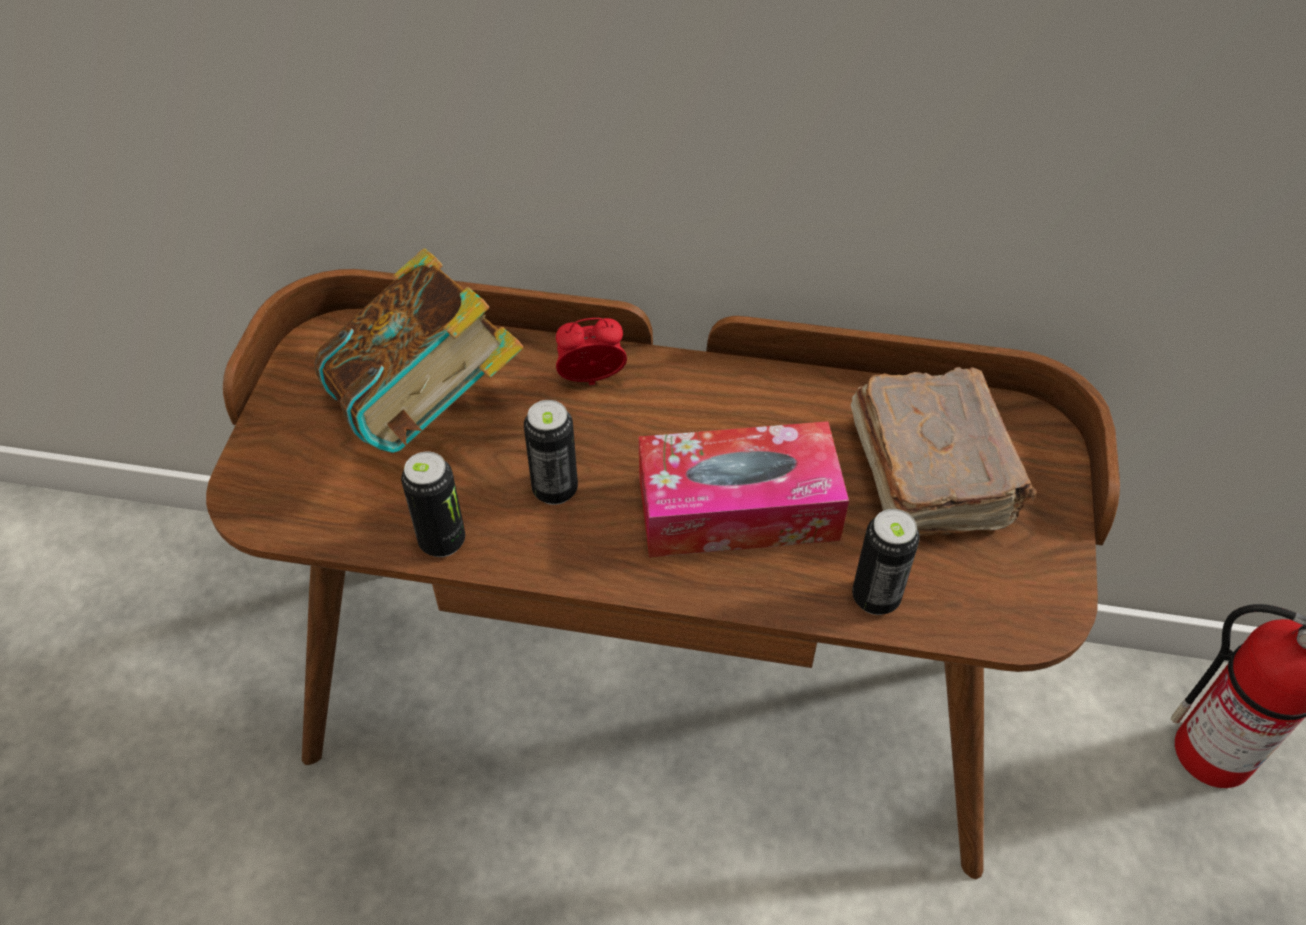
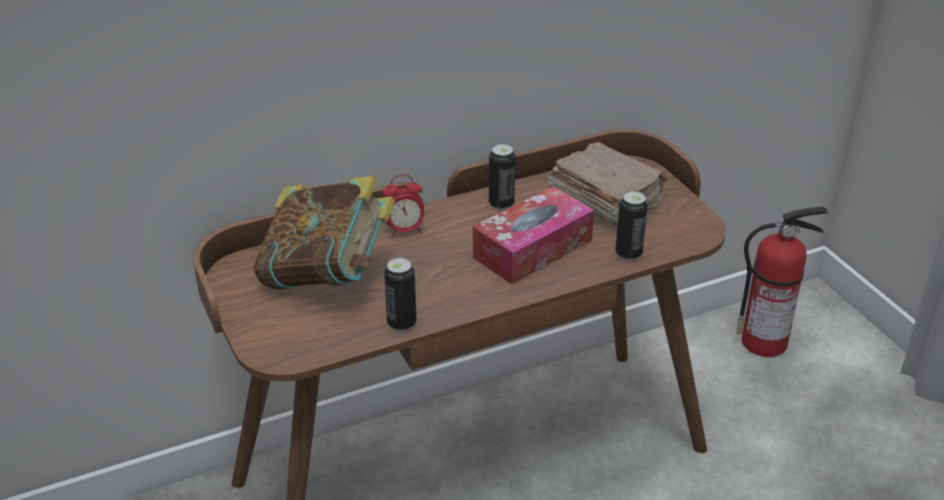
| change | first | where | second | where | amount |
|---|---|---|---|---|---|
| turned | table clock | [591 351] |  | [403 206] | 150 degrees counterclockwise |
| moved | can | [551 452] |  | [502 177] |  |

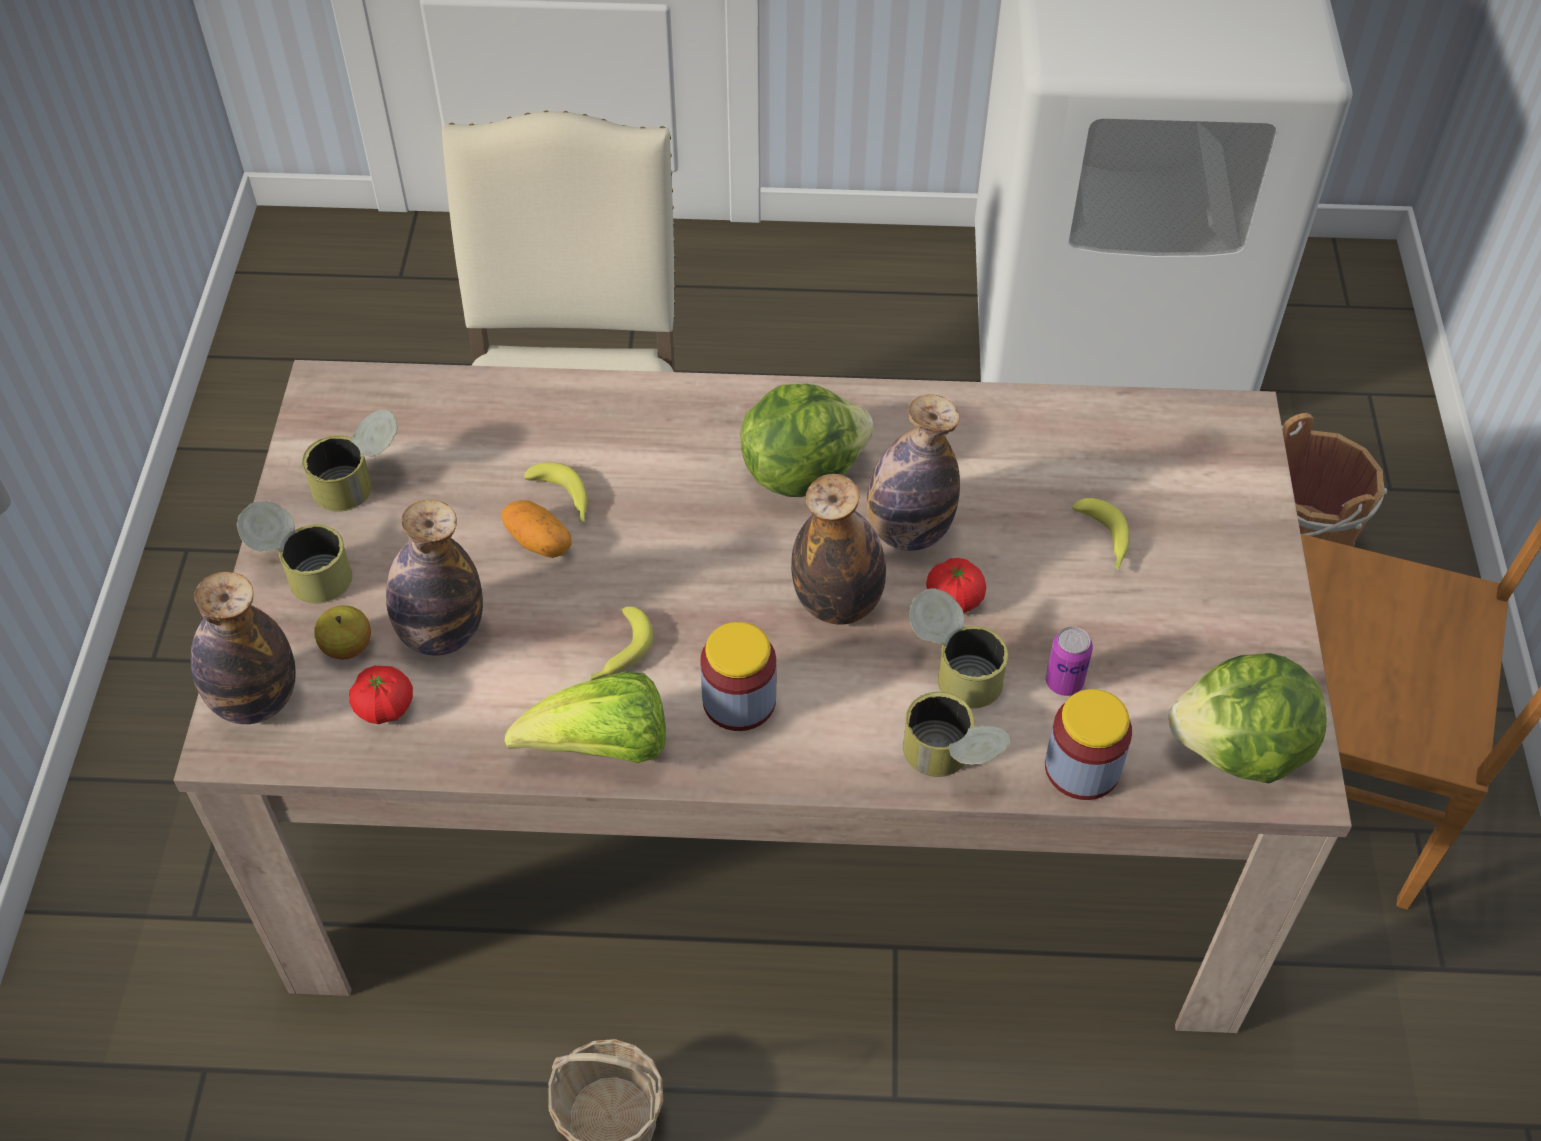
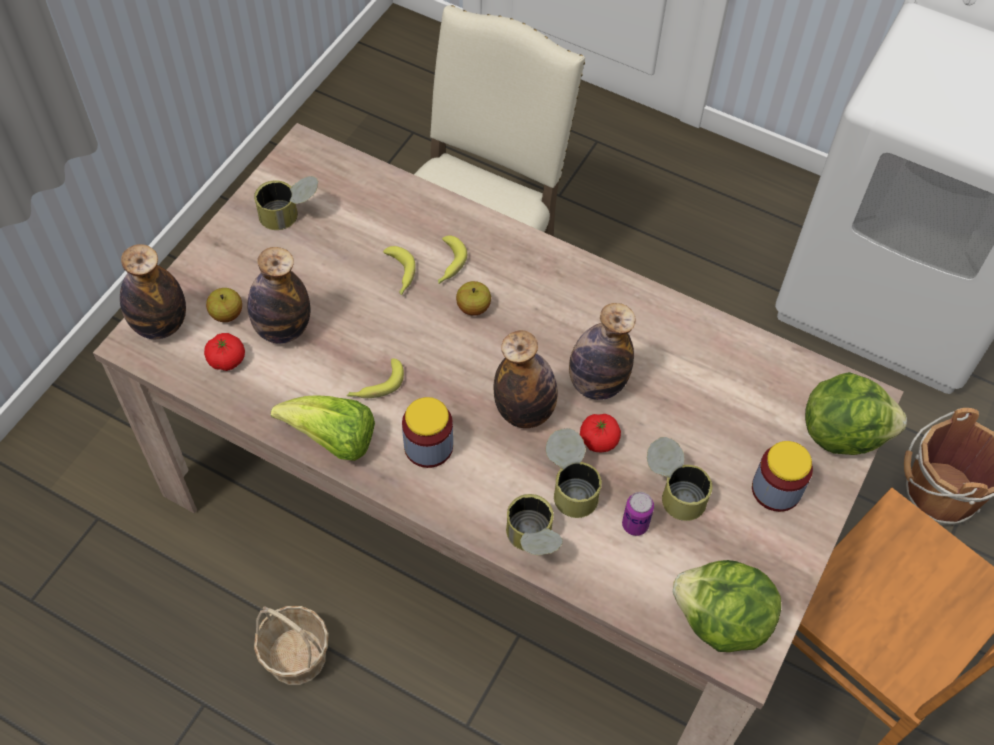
| change | first | where | second | where | amount |
|---|---|---|---|---|---|
| moved | lettuce head | [807 440] |  | [856 413] |  |
| moved | whole banana | [1101 534] |  | [452 259] |  |
| removed | spud | [536 529] |  |  |  |
| moved | can | [294 552] |  | [679 479] |  |
| moved | preserve jar | [1088 744] |  | [782 476] |  |
| added |  |  | apple | [473 298] |  |

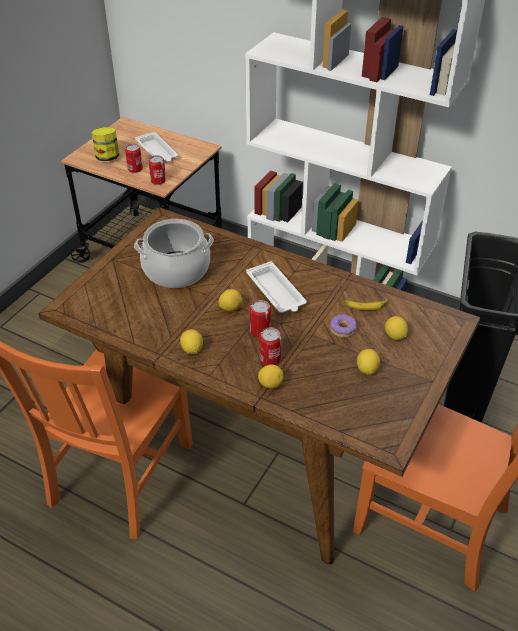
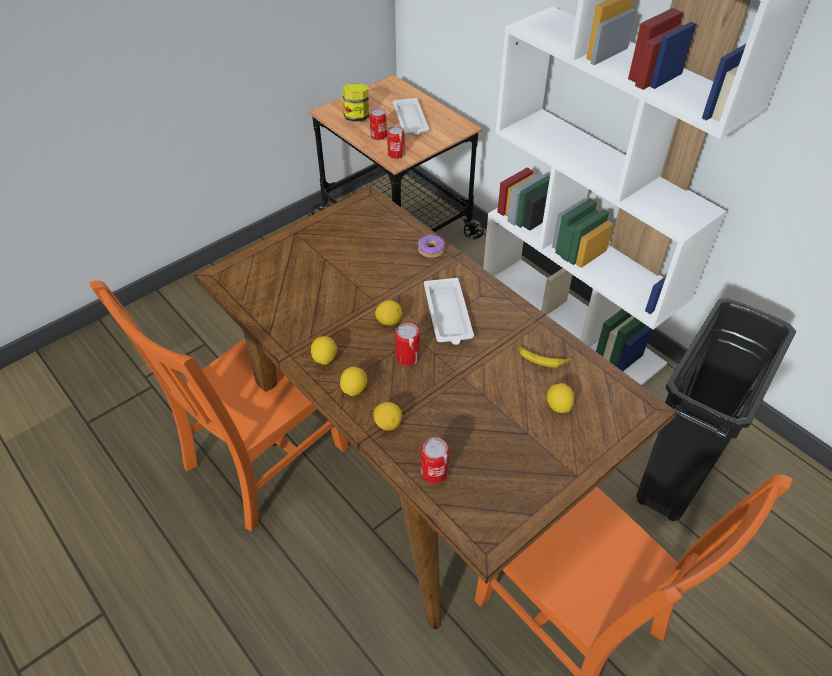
| change | first | where | second | where | amount |
|---|---|---|---|---|---|
| removed | cooking pot | [174 253] |  |  |  |
| moved | ring doughnut | [343 326] |  | [431 246] |  |
| moved | can | [270 346] |  | [435 460] |  |
| moved | lemon | [368 362] |  | [353 381] |  |

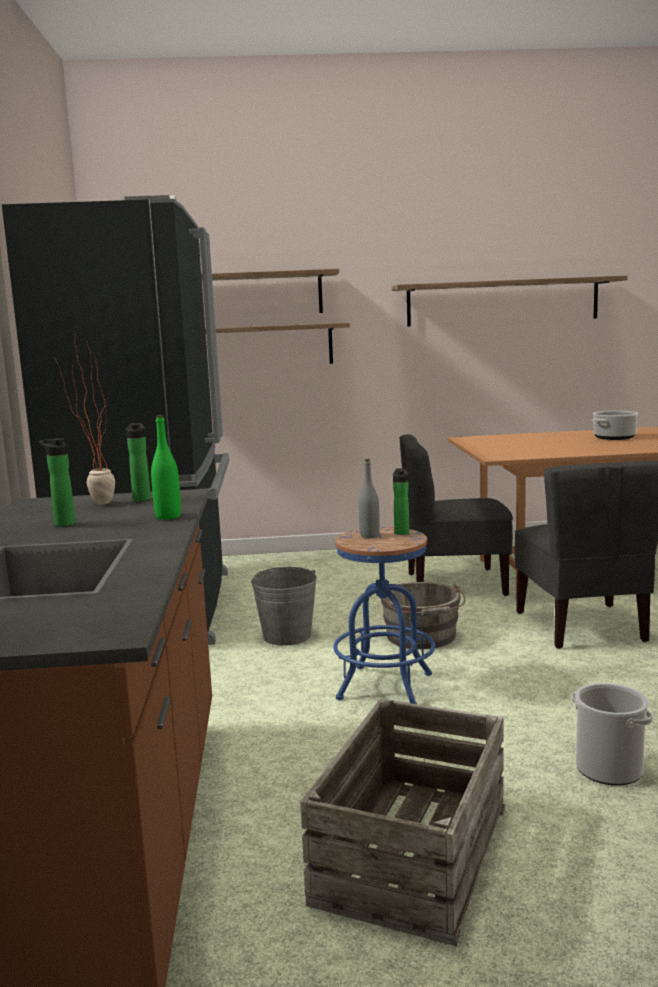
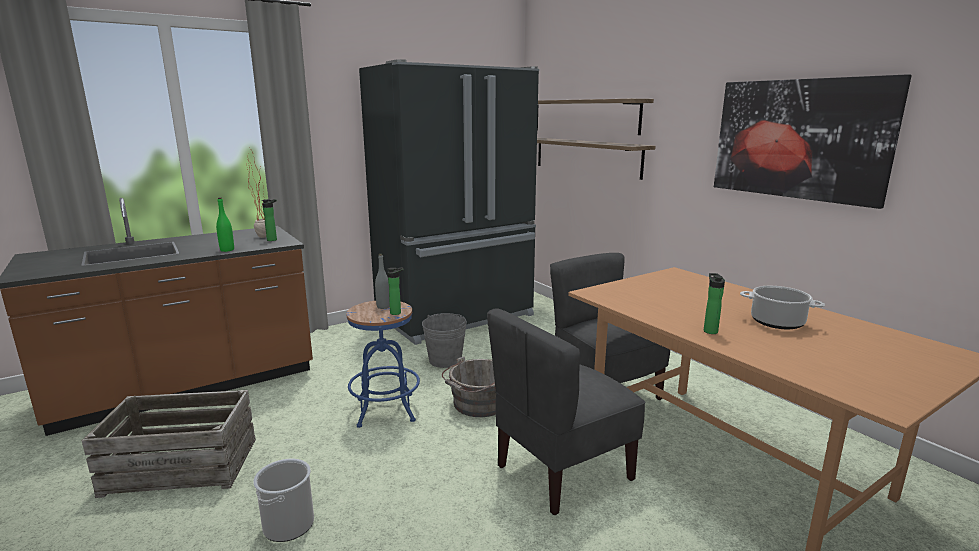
| change | first | where | second | where | amount |
|---|---|---|---|---|---|
| replaced | wall shelf | [510 300] | wall art | [813 141] |  |
| moved | beverage bottle | [57 482] |  | [714 303] |  |

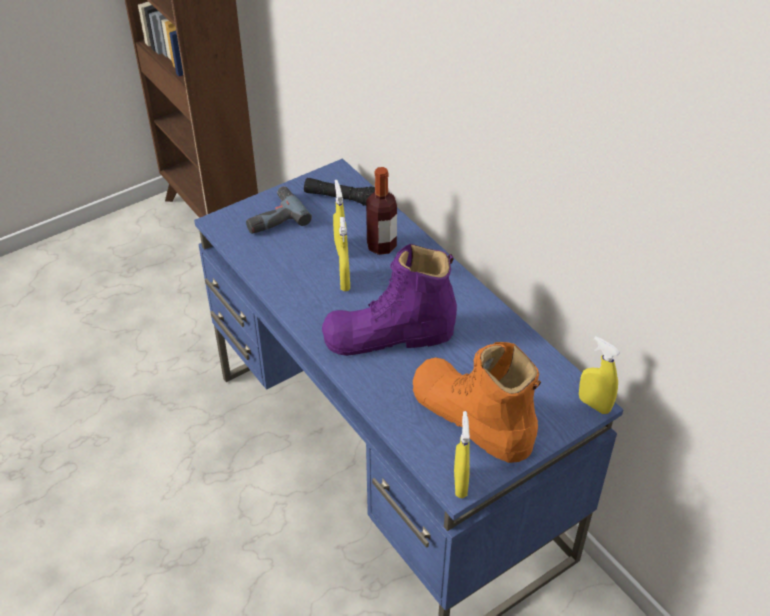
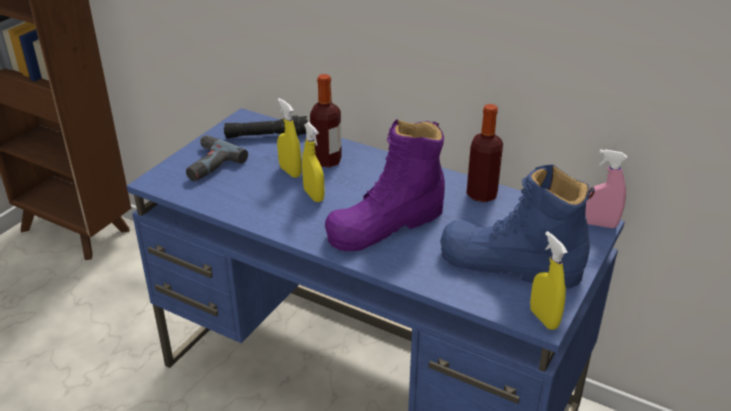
| change | first | where | second | where | amount |
|---|---|---|---|---|---|
| recoloured | spray bottle (yellow-coloured) | [599 375] | spray bottle (pink) | [606 188] |  |
| recoloured | tall boot (orange) | [477 402] | tall boot (blue) | [517 226] |  |
| added |  |  | beverage bottle | [484 153] |  |

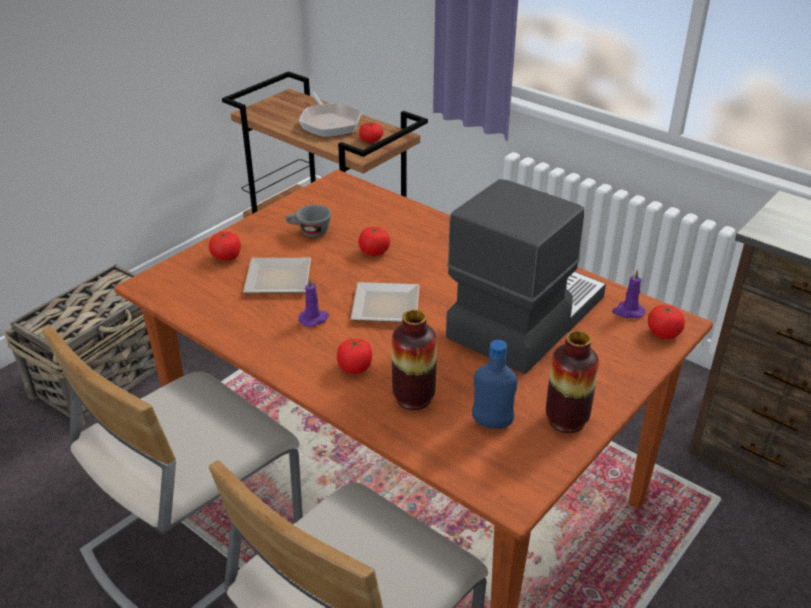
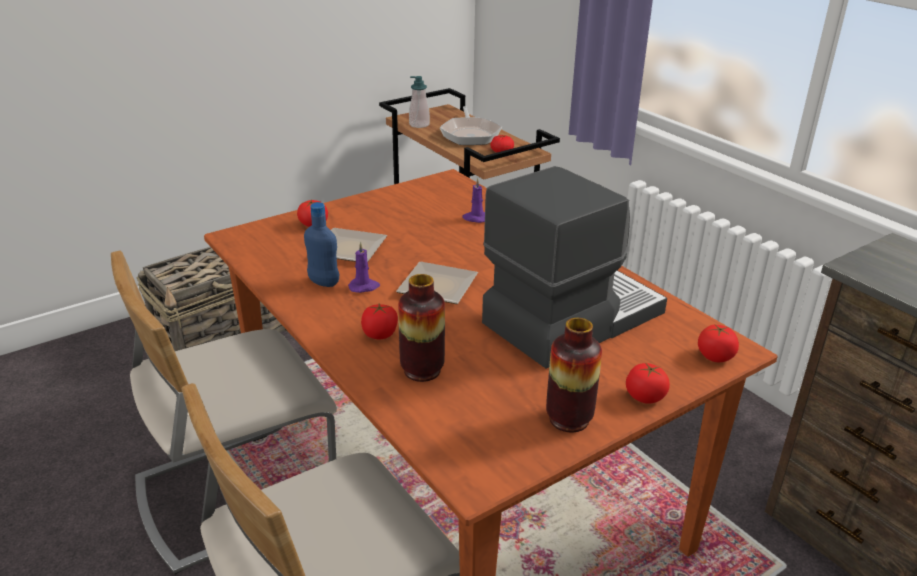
| change | first | where | second | where | amount |
|---|---|---|---|---|---|
| removed | drinking cup (gray) | [308 221] |  |  |  |
| moved | tomato | [374 241] |  | [648 383] |  |
| moved | wax light (purplish) | [628 293] |  | [473 200] |  |
| moved | beverage bottle (blue) | [495 384] |  | [321 244] |  |
| added |  |  | soap dispenser | [419 102] |  |

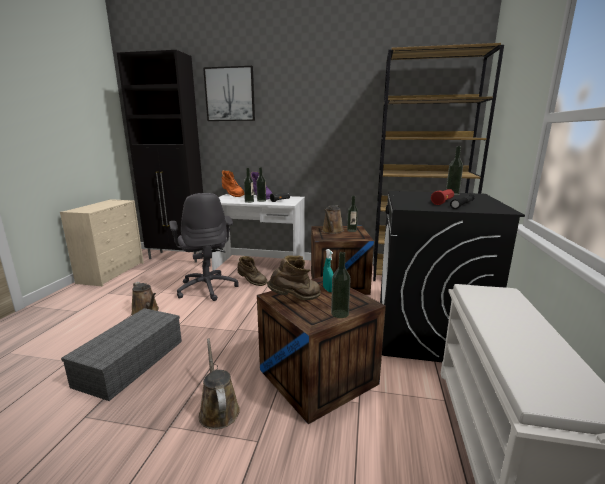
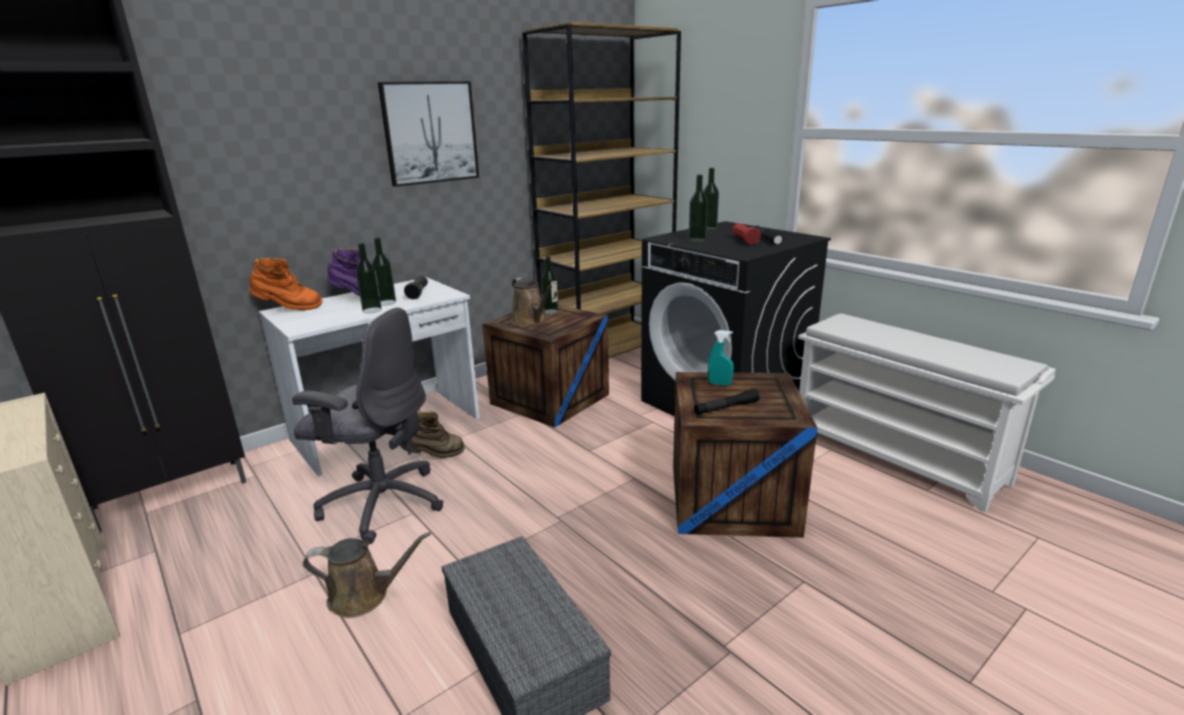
| change | first | where | second | where | amount |
|---|---|---|---|---|---|
| moved | wall art | [229 93] |  | [428 134] |  |
| moved | beverage bottle | [341 285] |  | [698 208] |  |
| replaced | tall boot (brown-coloured) | [294 277] | torch (black) | [727 402] |  |
| removed | watering pot (brown-coloured) | [219 384] |  |  |  |

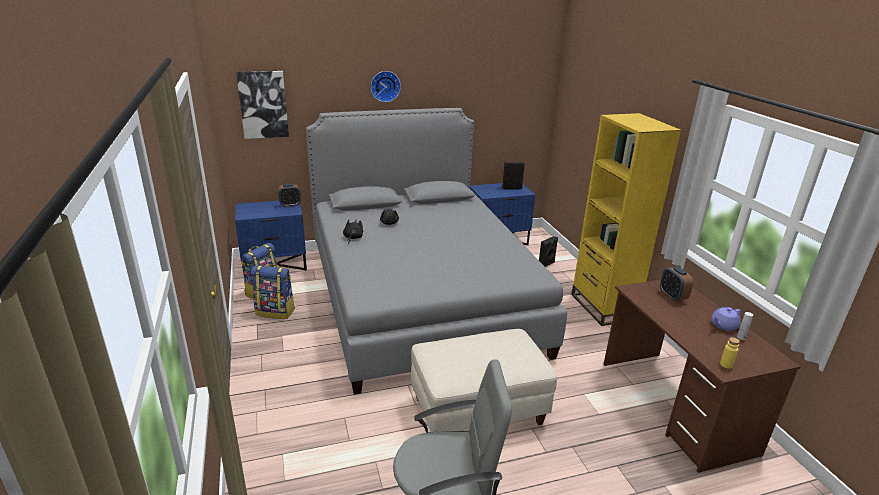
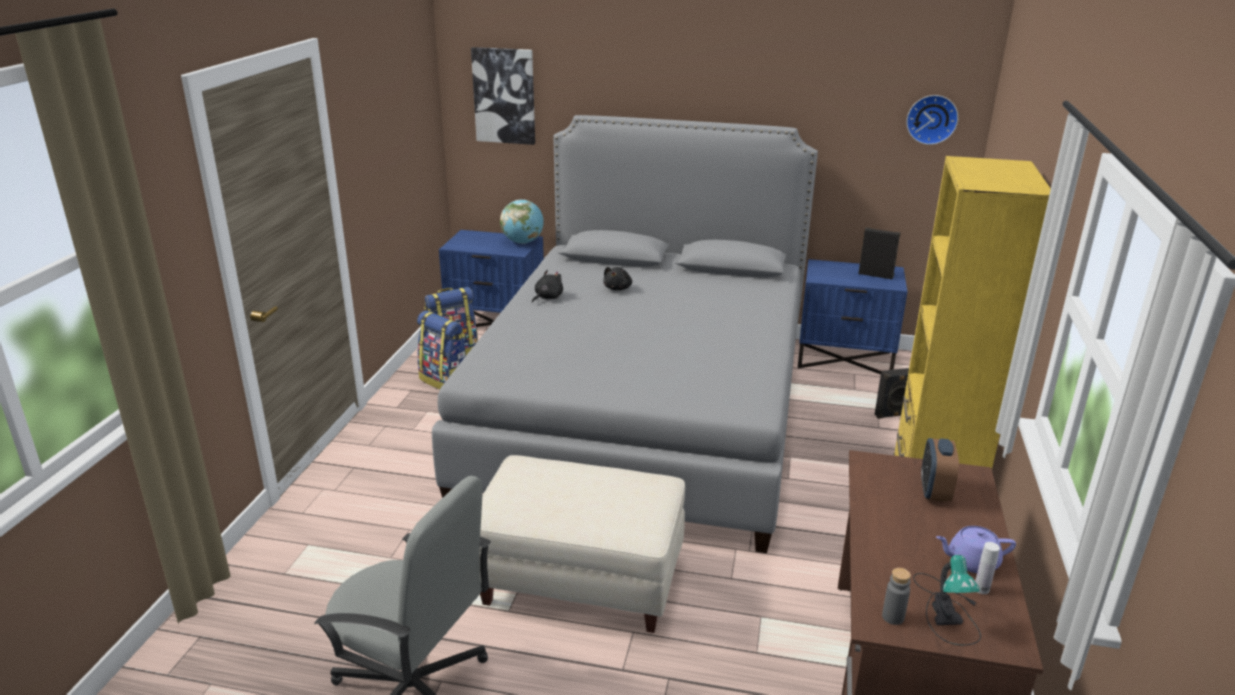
| change | first | where | second | where | amount |
|---|---|---|---|---|---|
| moved | clock on the wall | [386 86] |  | [932 120] |  |
| replaced | table clock | [289 195] | world globe | [522 221] |  |
| recoloured | beverage bottle (yellow-coloured) | [730 353] | beverage bottle (gray) | [896 596] |  |
| added |  |  | tabletop lamp | [947 600] |  |

